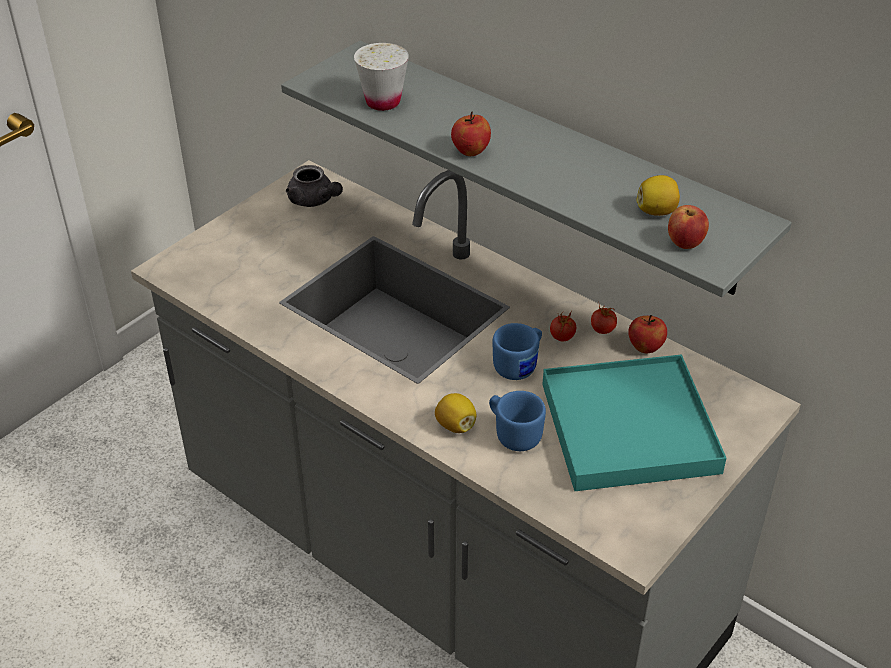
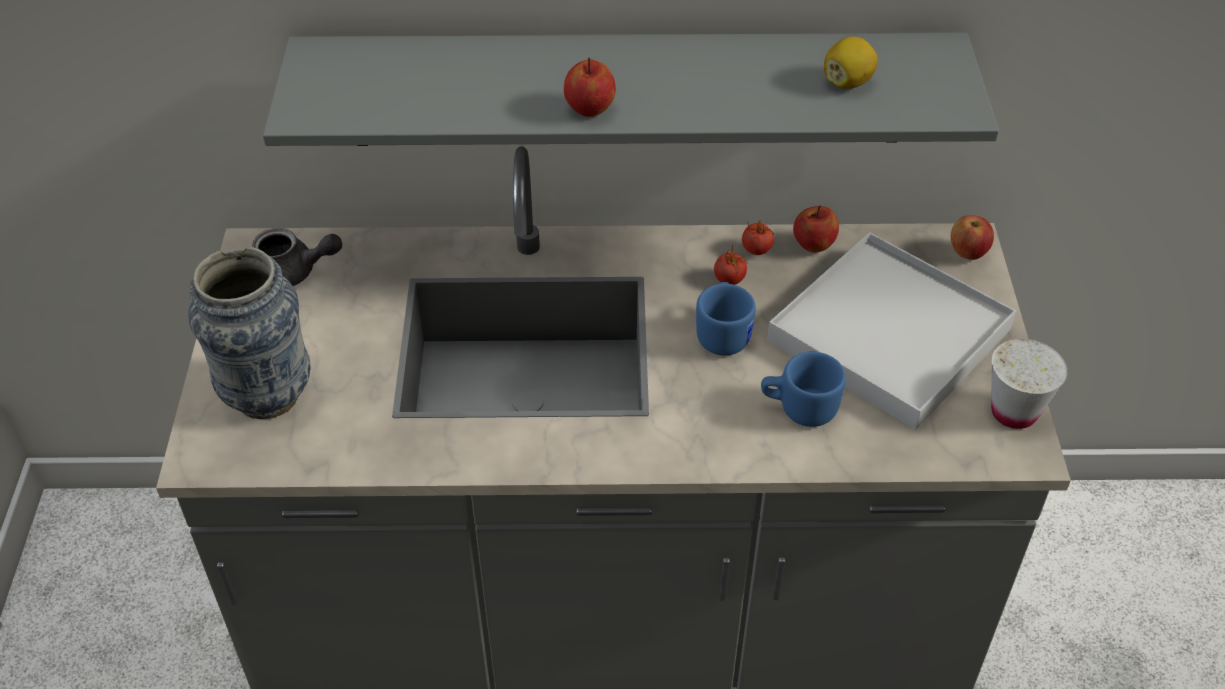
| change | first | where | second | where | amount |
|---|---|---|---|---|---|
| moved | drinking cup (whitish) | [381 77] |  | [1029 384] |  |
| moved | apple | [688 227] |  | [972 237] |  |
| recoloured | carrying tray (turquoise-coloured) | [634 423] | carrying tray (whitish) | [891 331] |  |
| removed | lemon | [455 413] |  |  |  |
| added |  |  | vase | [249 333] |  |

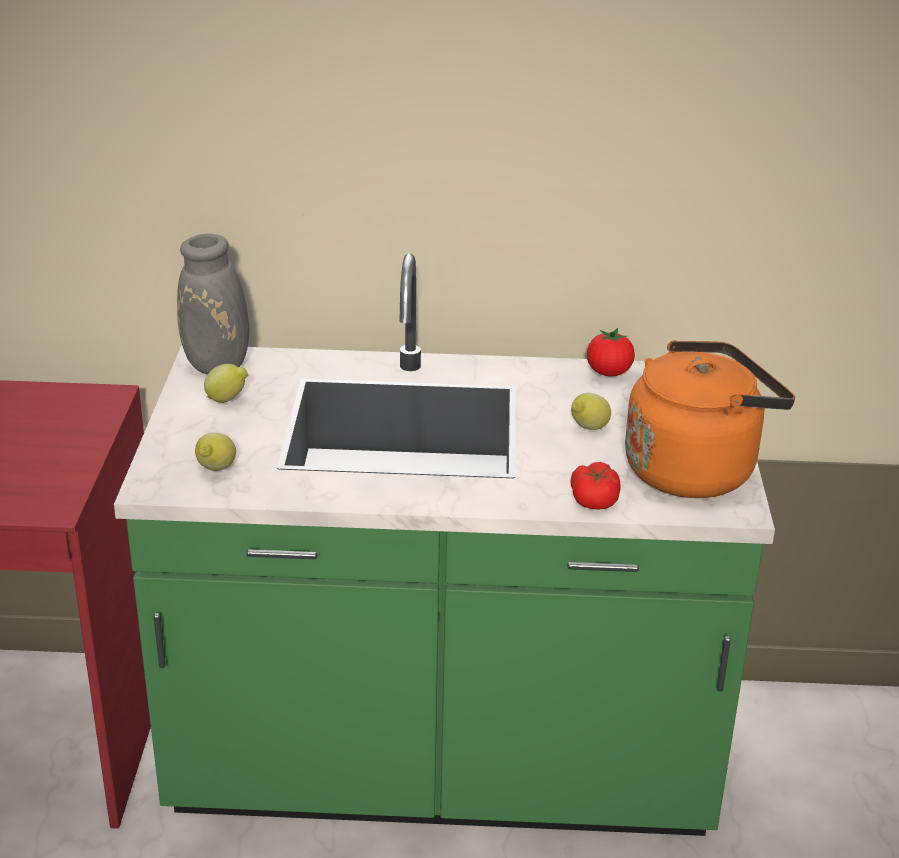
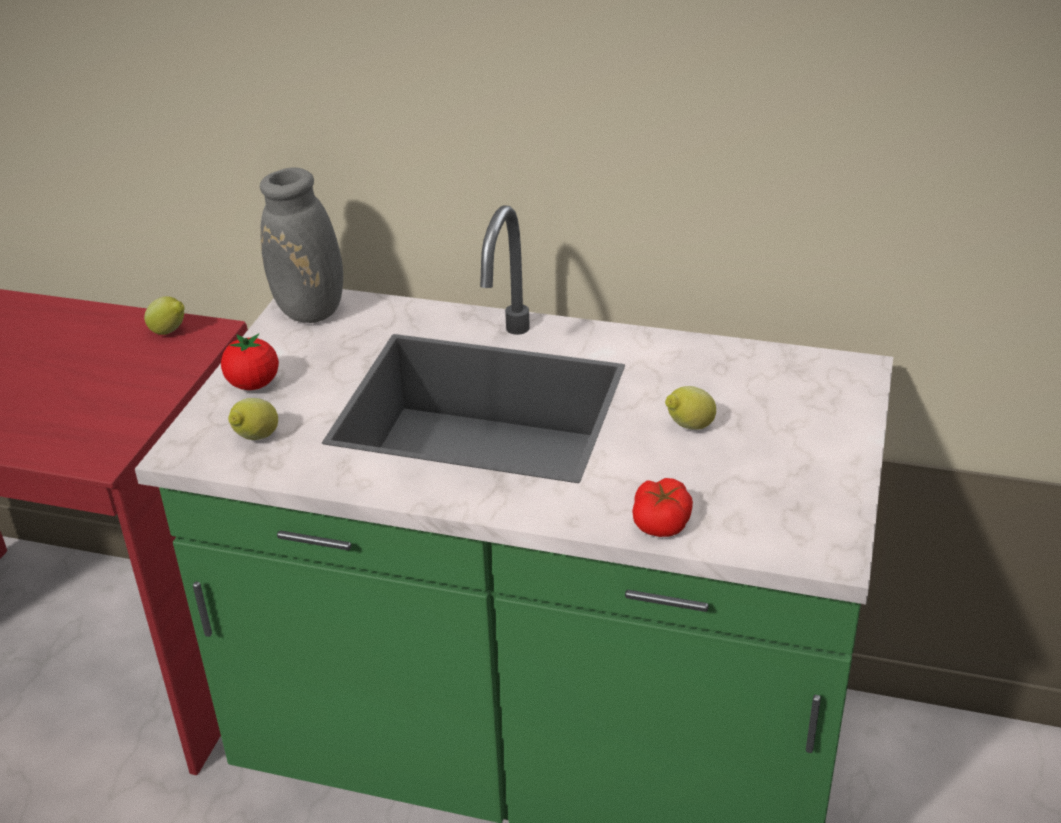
| change | first | where | second | where | amount |
|---|---|---|---|---|---|
| moved | tomato | [611 352] |  | [250 362] |  |
| removed | kettle (orange) | [710 419] |  |  |  |
| moved | lemon | [226 383] |  | [164 315] |  |

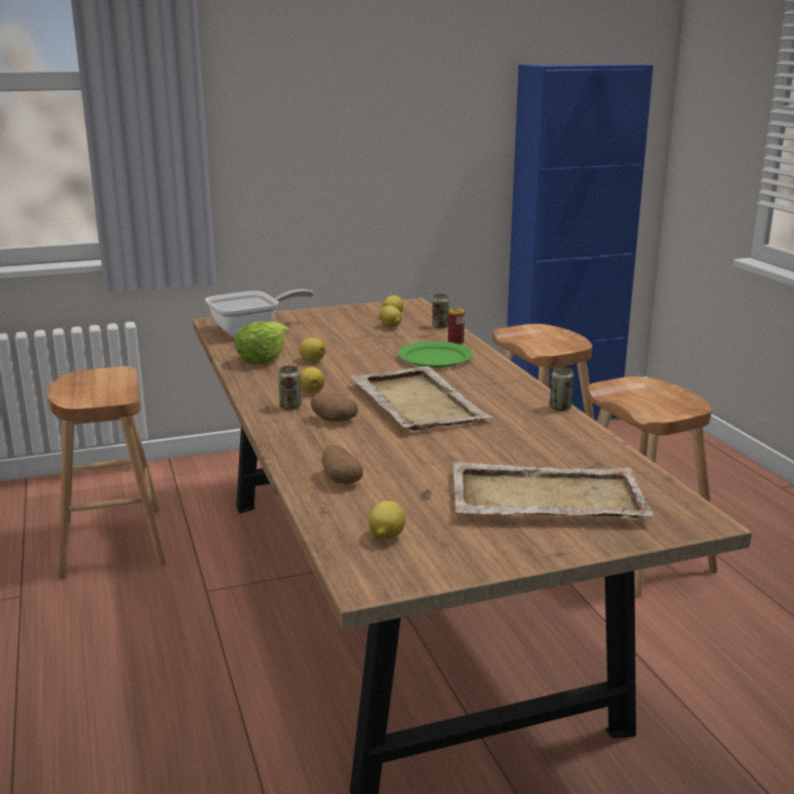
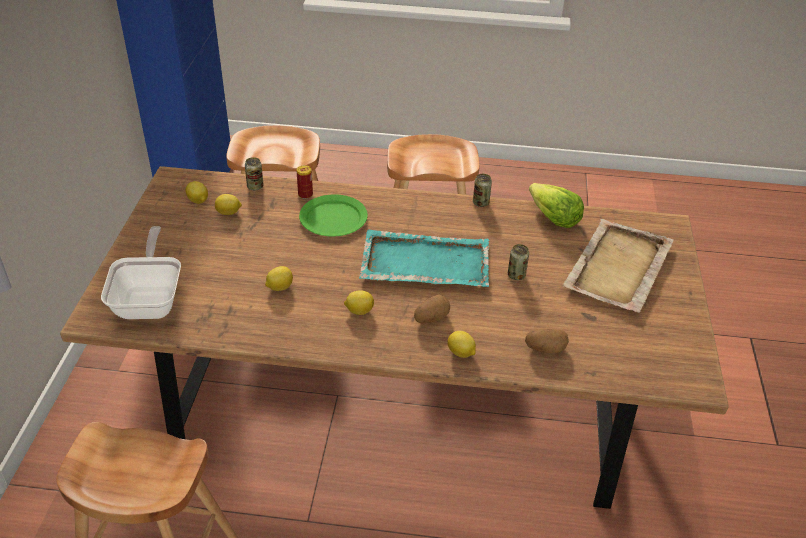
| change | first | where | second | where | amount |
|---|---|---|---|---|---|
| moved | lettuce head | [261 343] |  | [556 205] |  |
| moved | can | [290 388] |  | [518 262] |  |
| recoloured | carrying tray (beige) | [421 398] | carrying tray (turquoise-coloured) | [424 258] |  |
| moved | lemon | [387 520] |  | [461 344] |  |

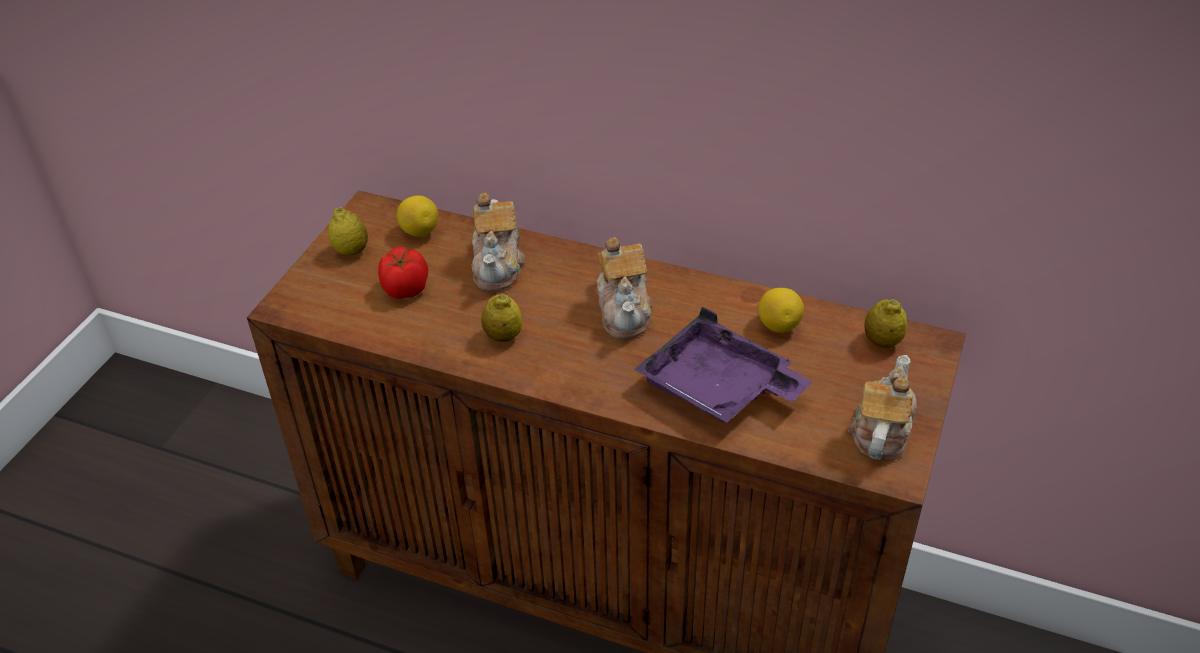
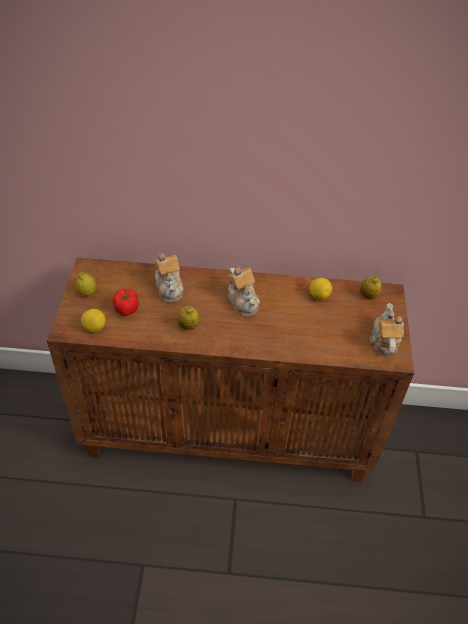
| change | first | where | second | where | amount |
|---|---|---|---|---|---|
| moved | lemon | [417 216] |  | [93 320] |  |
| removed | carrying tray (purplish) | [723 364] |  |  |  |

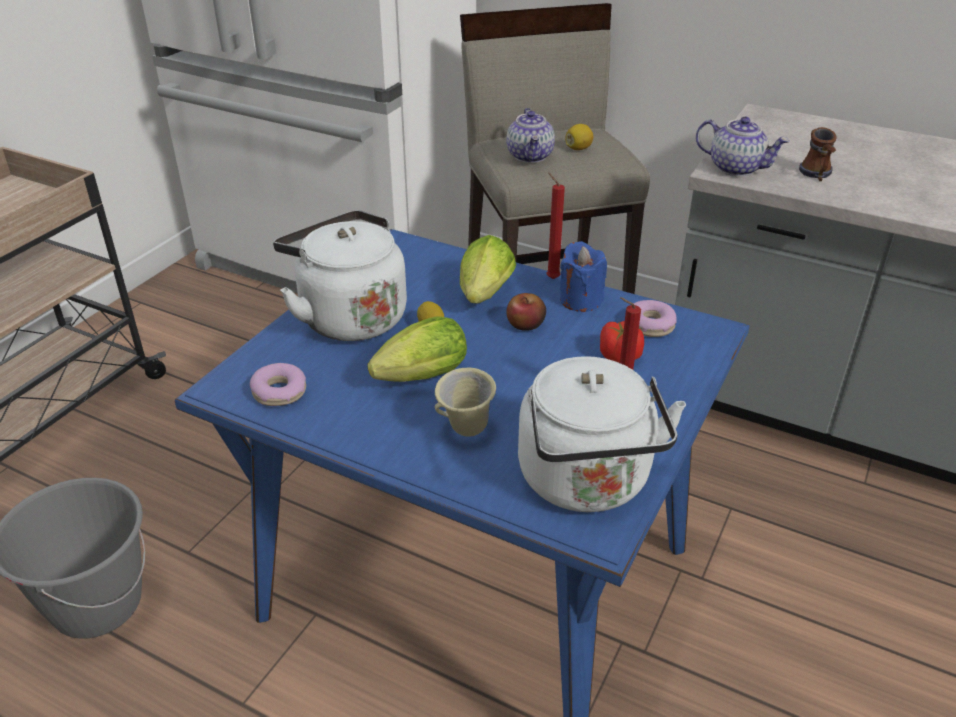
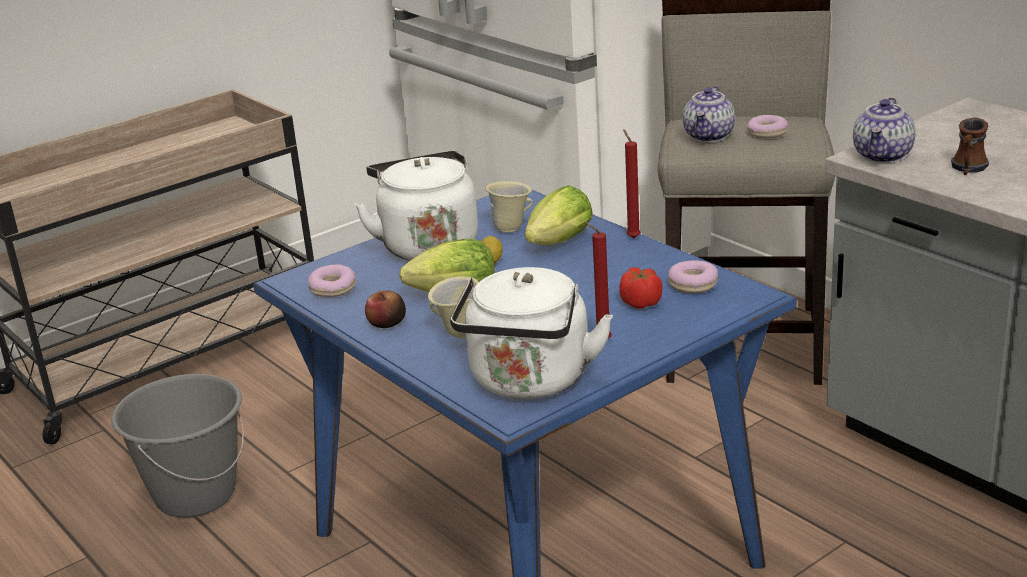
| change | first | where | second | where | amount |
|---|---|---|---|---|---|
| turned | teapot | [743 146] |  | [884 130] | 60 degrees clockwise |
| replaced | lemon | [579 137] | ring doughnut | [767 126] |  |
| removed | wax light (blue) | [583 276] |  |  |  |
| moved | apple | [526 312] |  | [385 309] |  |
| added |  |  | coffee mug (beige) | [509 206] |  |

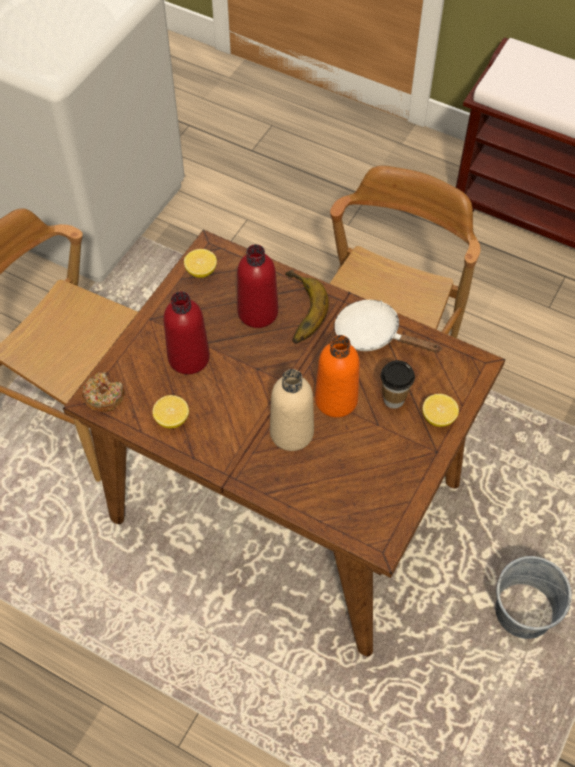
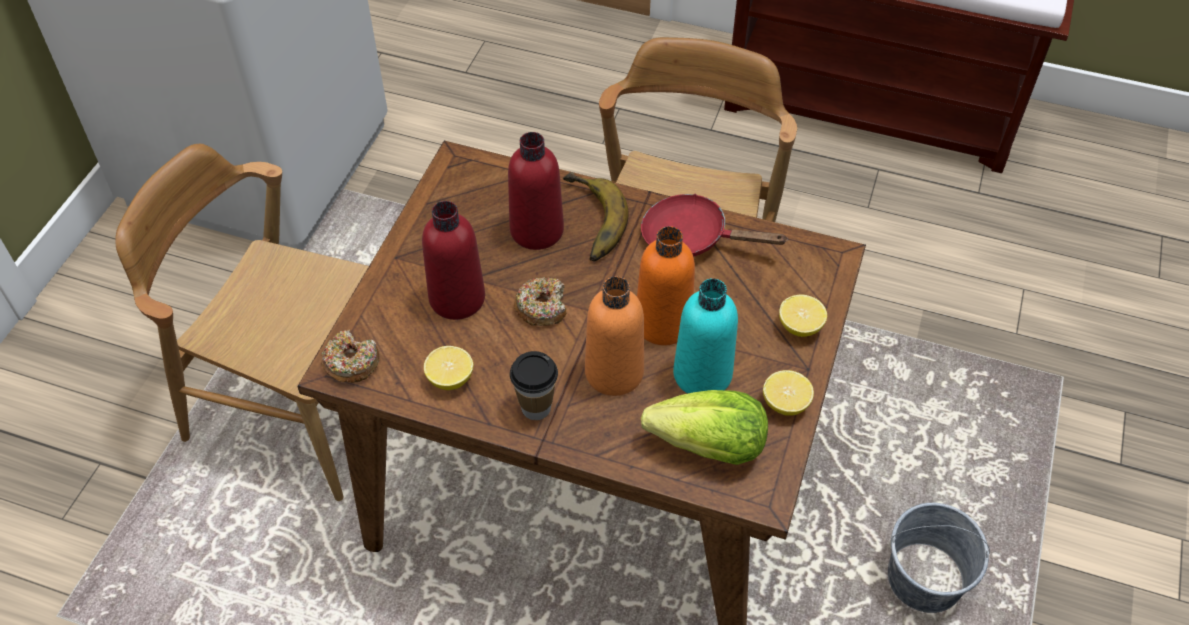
| change | first | where | second | where | amount |
|---|---|---|---|---|---|
| moved | lemon | [200 263] |  | [788 393] |  |
| recoloured | skillet (whitish) | [388 326] | skillet (red-coloured) | [714 225] |  |
| moved | drinking cup | [398 384] |  | [534 385] |  |
| recoloured | beverage bottle (beige) | [292 410] | beverage bottle (orange) | [614 336] |  |
| added |  |  | ring doughnut | [540 301] |  |
| added |  |  | beverage bottle (turquoise-coloured) | [705 336] |  |
| added |  |  | lettuce head | [704 427] |  |

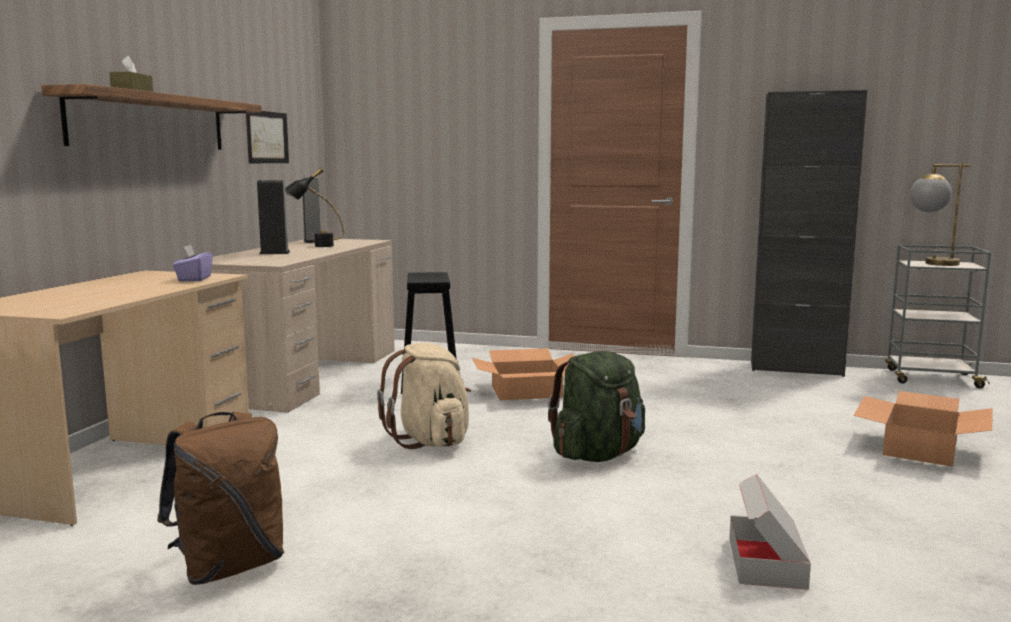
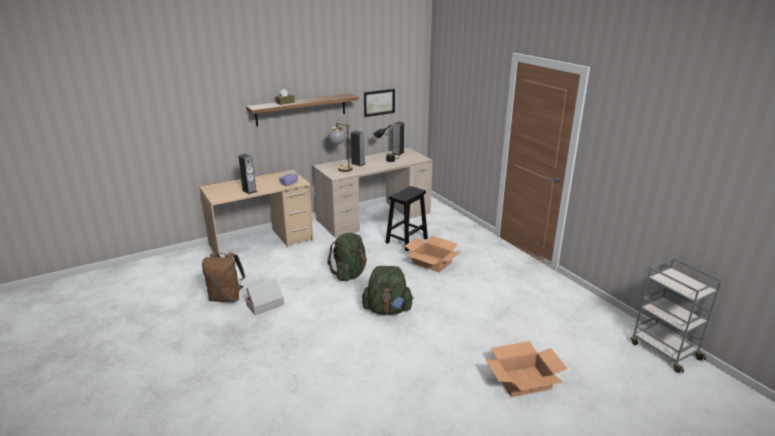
| change | first | where | second | where | amount |
|---|---|---|---|---|---|
| removed | cupboard (black) | [809 233] |  |  |  |
| moved | tabletop lamp | [940 215] |  | [340 147] |  |
| recoloured | knapsack (beige) | [424 396] | knapsack (green-coloured) | [347 257] |  |
| moved | carton | [770 532] |  | [265 296] |  |
| added |  |  | speaker | [247 174] |  |

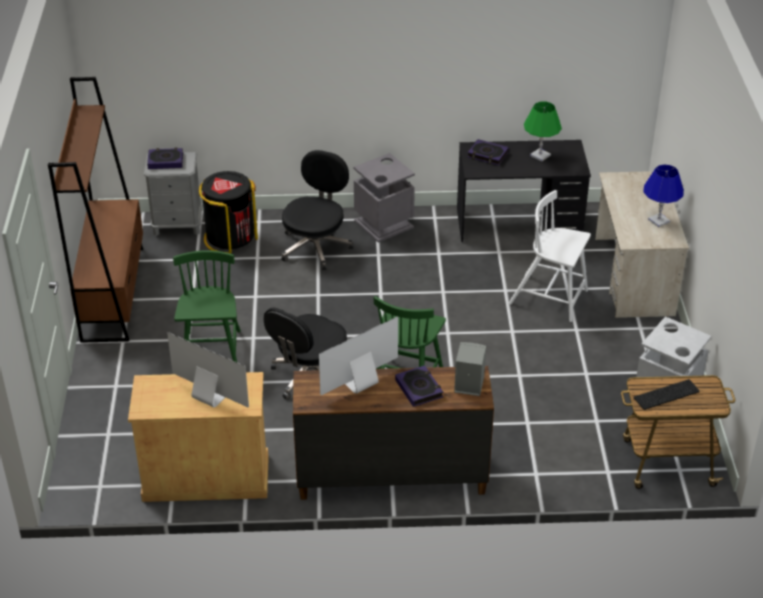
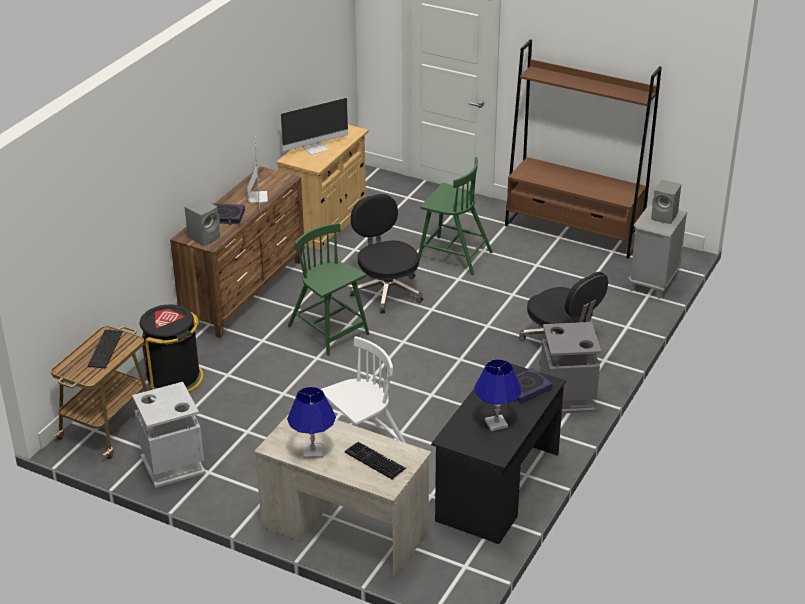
| change | first | where | second | where | amount |
|---|---|---|---|---|---|
| recoloured | tabletop lamp (green-coloured) | [543 131] | tabletop lamp (blue) | [498 395] |  |
| replaced | book | [165 158] | speaker (gray) | [666 202] |  |
| moved | waste bin (black) | [228 212] |  | [172 348] |  |
| added |  |  | PC keyboard | [376 461] |  |

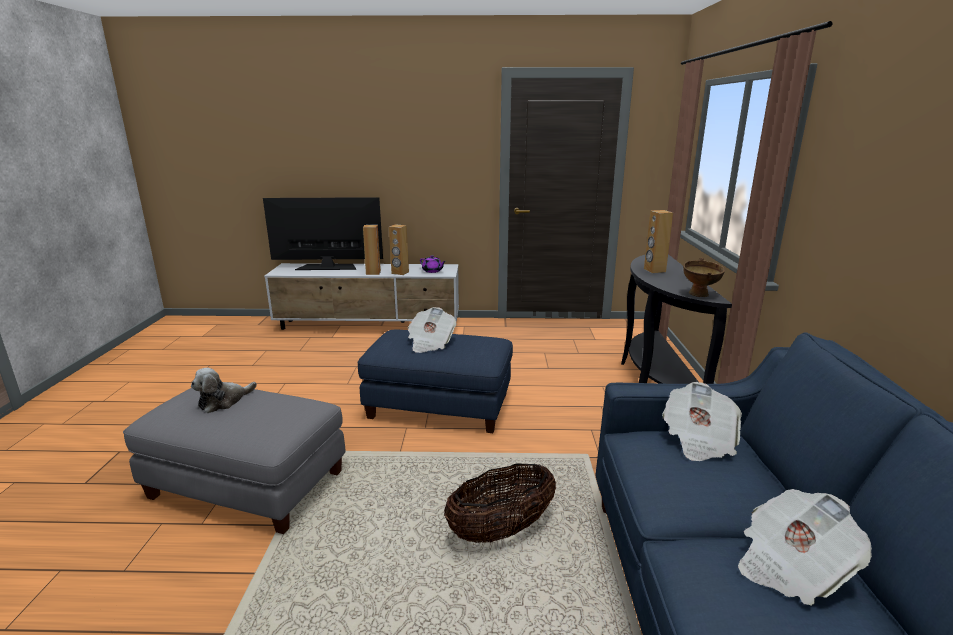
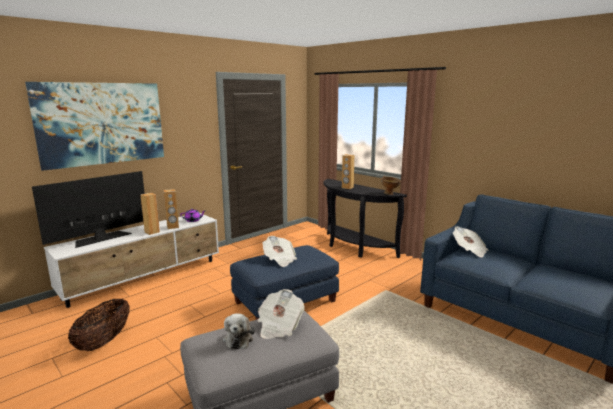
| change | first | where | second | where | amount |
|---|---|---|---|---|---|
| moved | basket | [500 503] |  | [99 325] |  |
| moved | printed paper | [805 547] |  | [281 314] |  |
| added |  |  | wall art | [94 126] |  |

